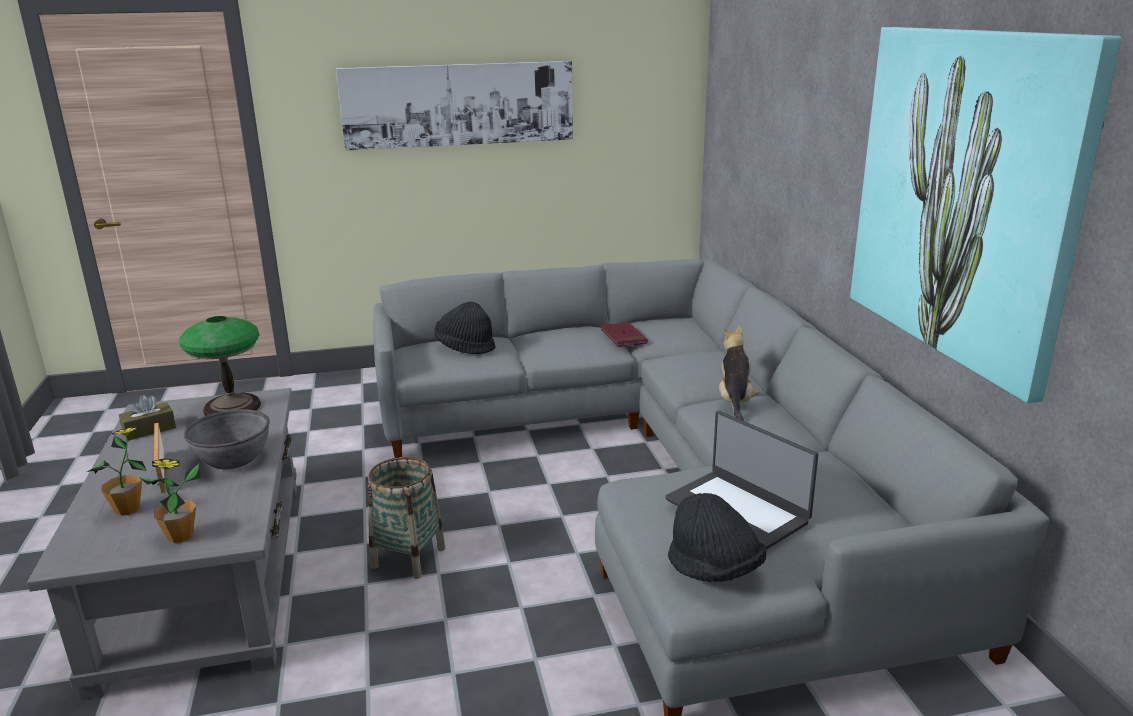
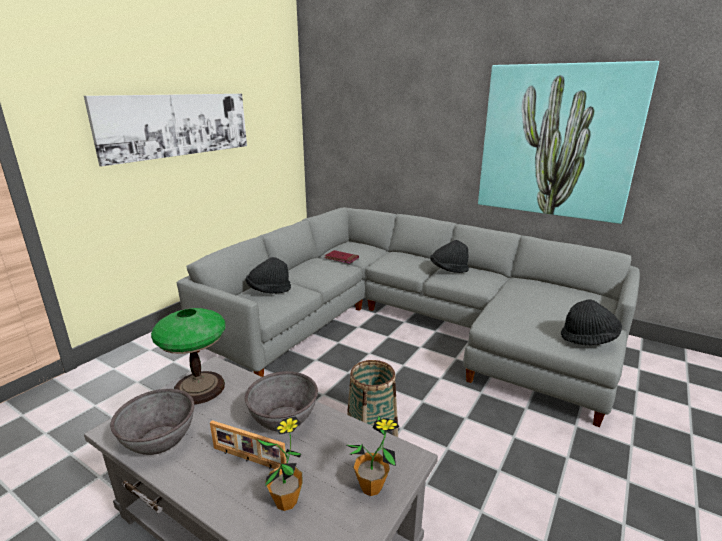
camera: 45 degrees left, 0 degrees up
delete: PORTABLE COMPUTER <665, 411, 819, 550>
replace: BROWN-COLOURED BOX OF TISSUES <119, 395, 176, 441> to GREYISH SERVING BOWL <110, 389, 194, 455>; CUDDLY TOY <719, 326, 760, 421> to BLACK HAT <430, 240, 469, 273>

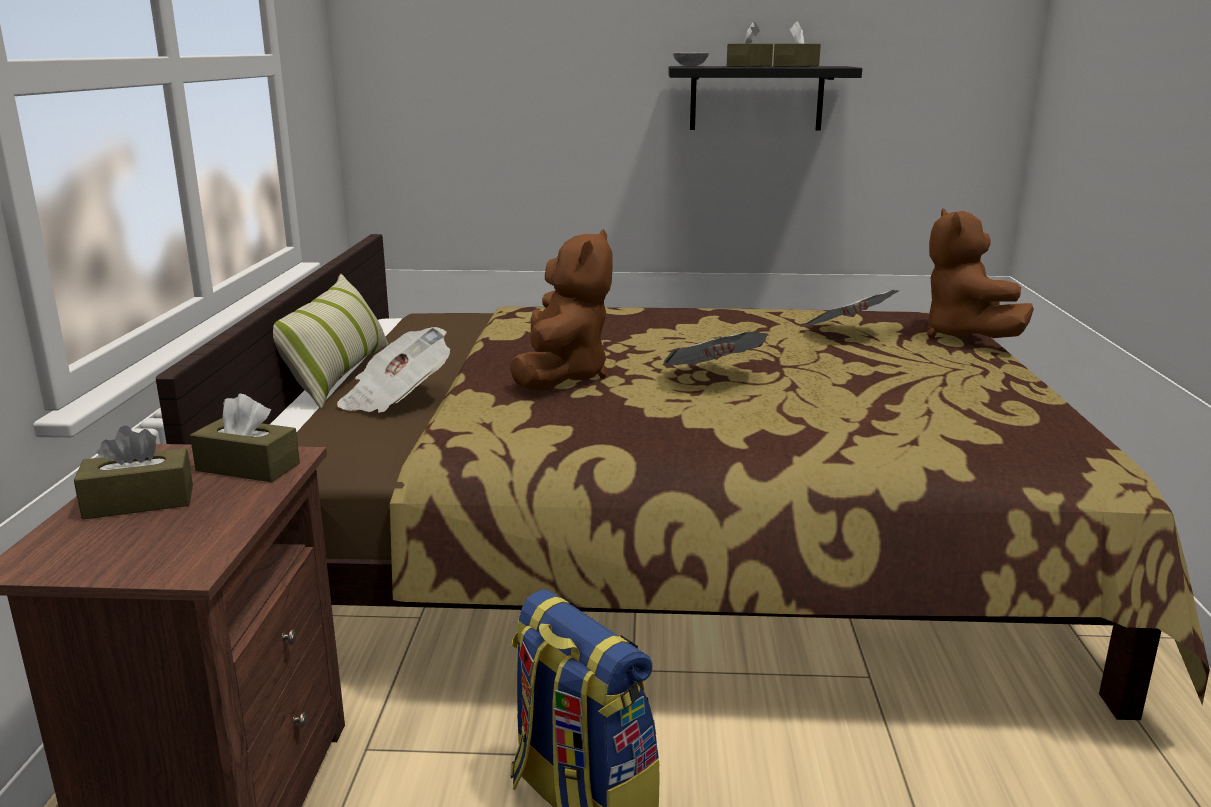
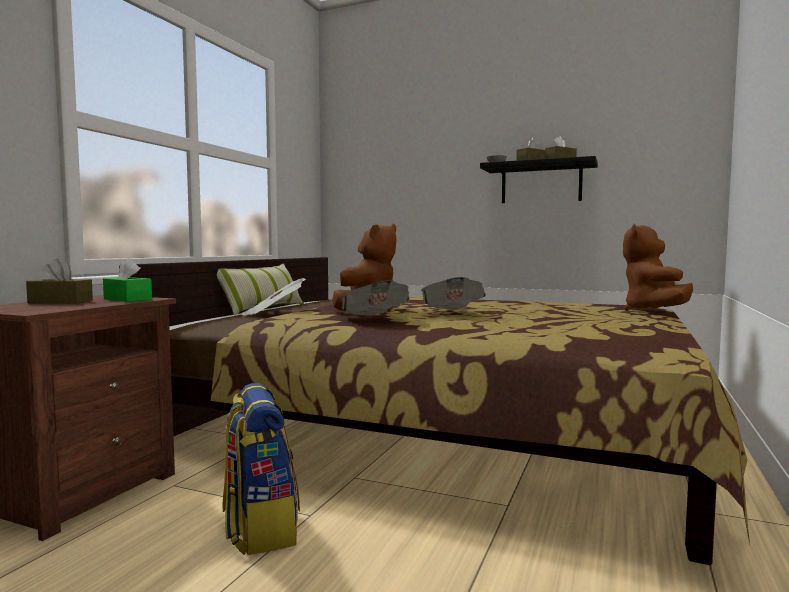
camera: 20 degrees right, 15 degrees down
move: DAILY PAPER <801, 289, 899, 327> to <342, 280, 409, 316>
recolor: BROWN-COLOURED BOX OF TISSUES <190, 394, 300, 482> to GREEN BOX OF TISSUES <103, 258, 152, 302>

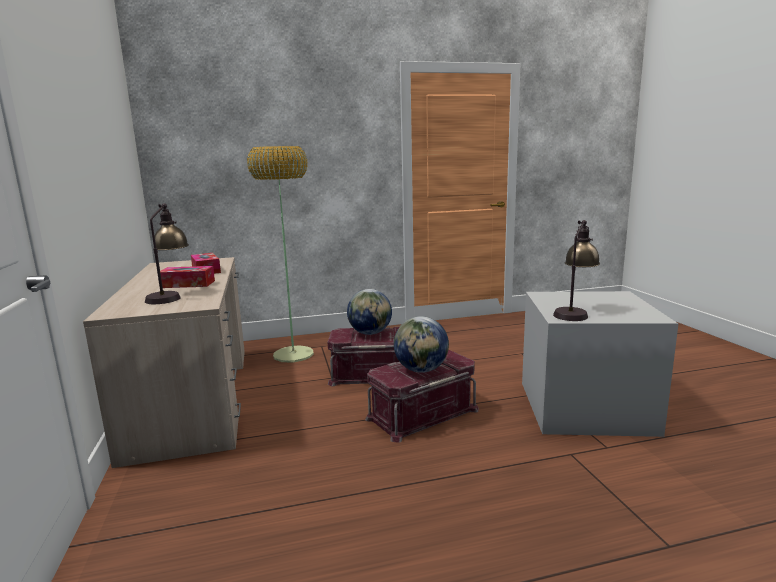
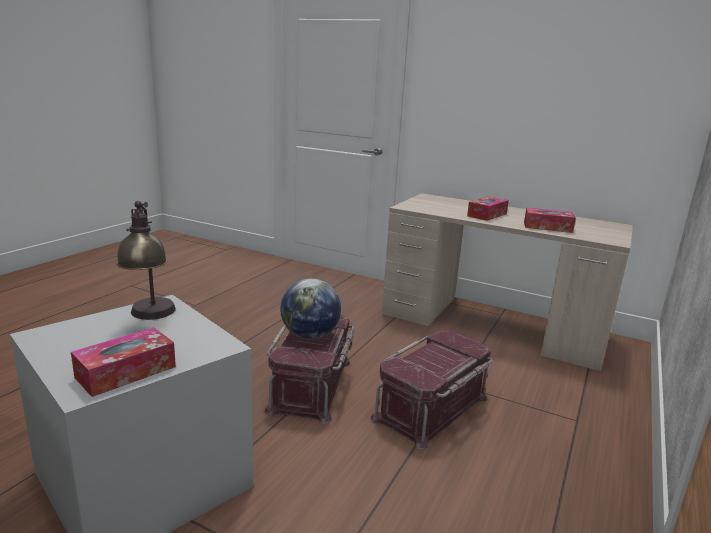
camera: 130 degrees right, 5 degrees up
delete: TABLETOP LAMP <145, 203, 189, 304>; STANDING LAMP <247, 146, 314, 362>; DESK GLOBE <347, 289, 392, 335>
insert: BOX OF TISSUES <71, 327, 176, 397>

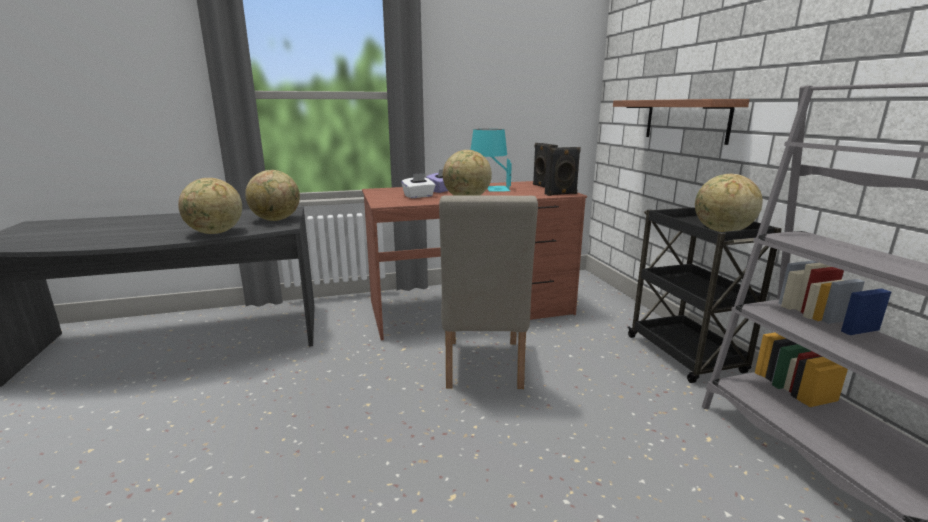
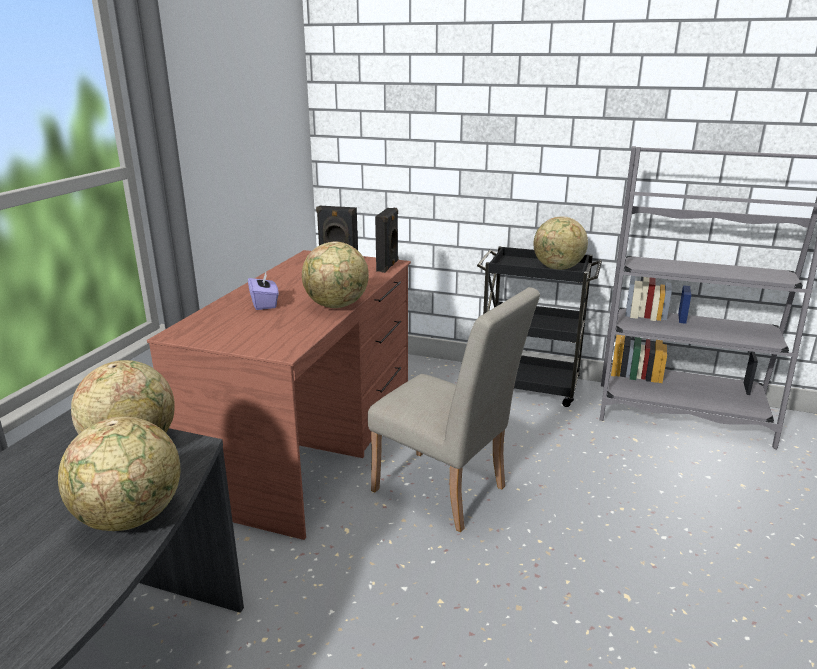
camera: 55 degrees left, 5 degrees up
delete: WHITISH BOX OF TISSUES <401, 173, 436, 198>; BLUE-GREEN TABLETOP LAMP <471, 129, 512, 192>; SHELF <613, 99, 750, 145>

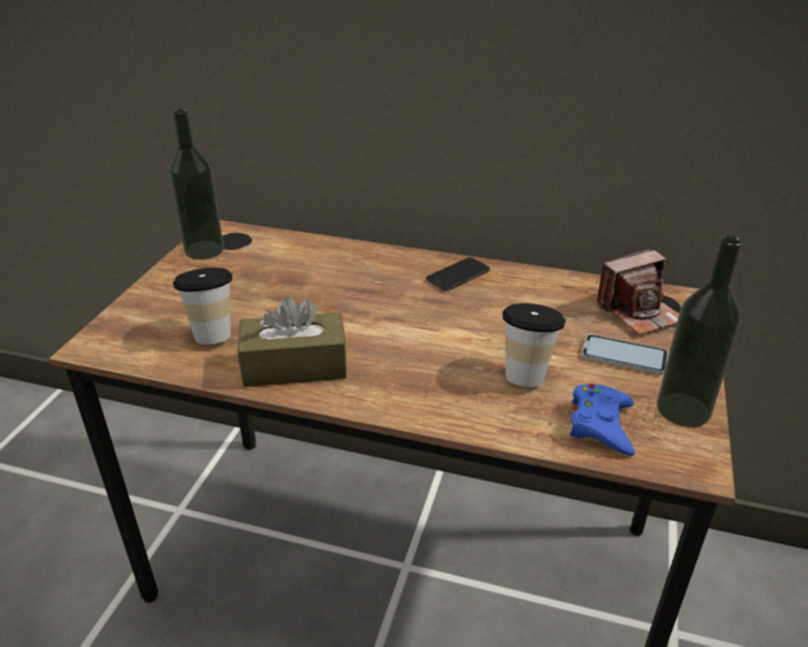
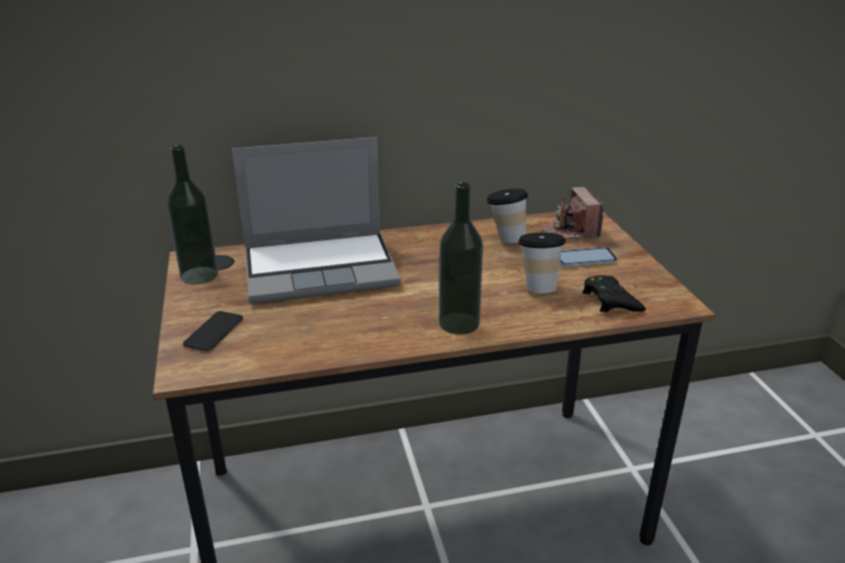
camera: 30 degrees left, 5 degrees down
delete: BROWN-COLOURED BOX OF TISSUES <237, 296, 347, 387>
insert: PORTABLE COMPUTER <232, 137, 401, 304>
move: CUP <173, 268, 232, 344> to <487, 189, 528, 244>; TELEPHONE <426, 257, 490, 291> to <183, 311, 243, 351>; DRINK BOTTLE <657, 236, 743, 427> to <439, 182, 483, 335>
recolor: BLUE JOYPAD <570, 384, 635, 456> to BLACK JOYPAD <583, 275, 646, 312>
rotate: STILL CAMERA <597, 248, 679, 335> = <538, 187, 604, 239> 135 degrees clockwise

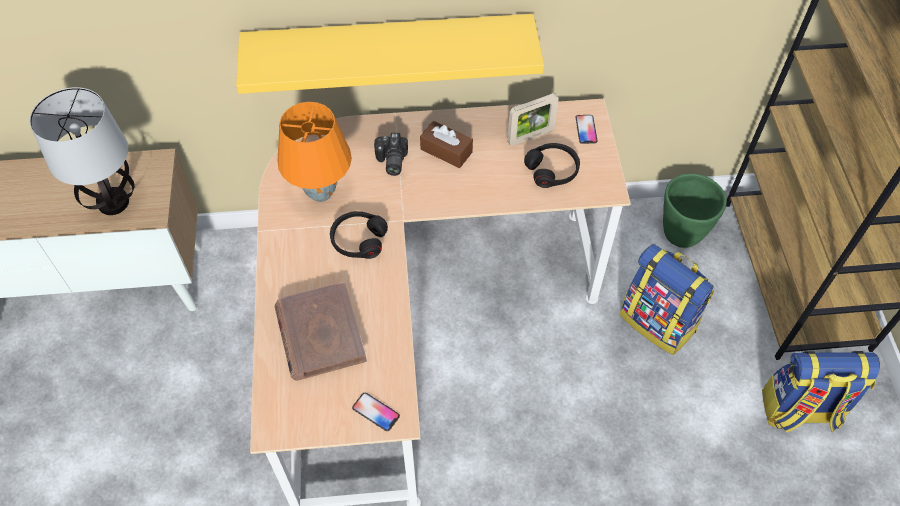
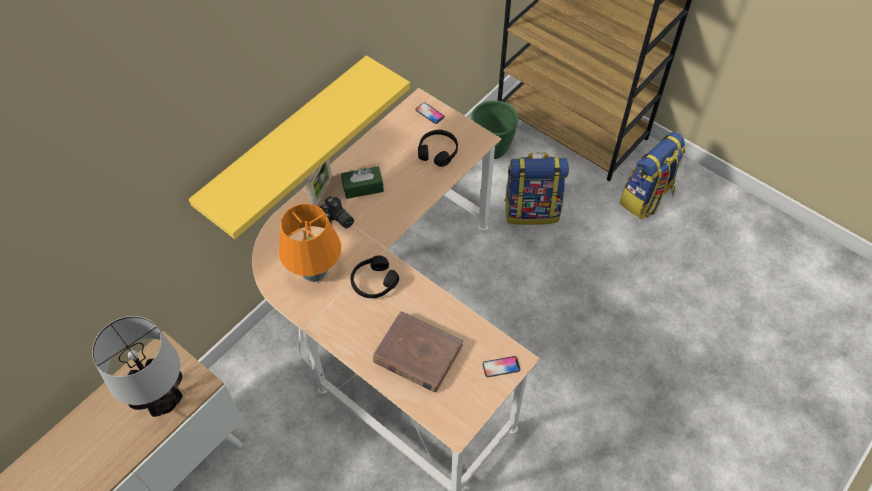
camera: 45 degrees left, 0 degrees up
move: PICTURE FRAME <507, 93, 559, 146> to <306, 159, 332, 206>
recolor: BROWN-COLOURED BOX OF TISSUES <420, 121, 473, 168> to GREEN BOX OF TISSUES <341, 166, 384, 199>

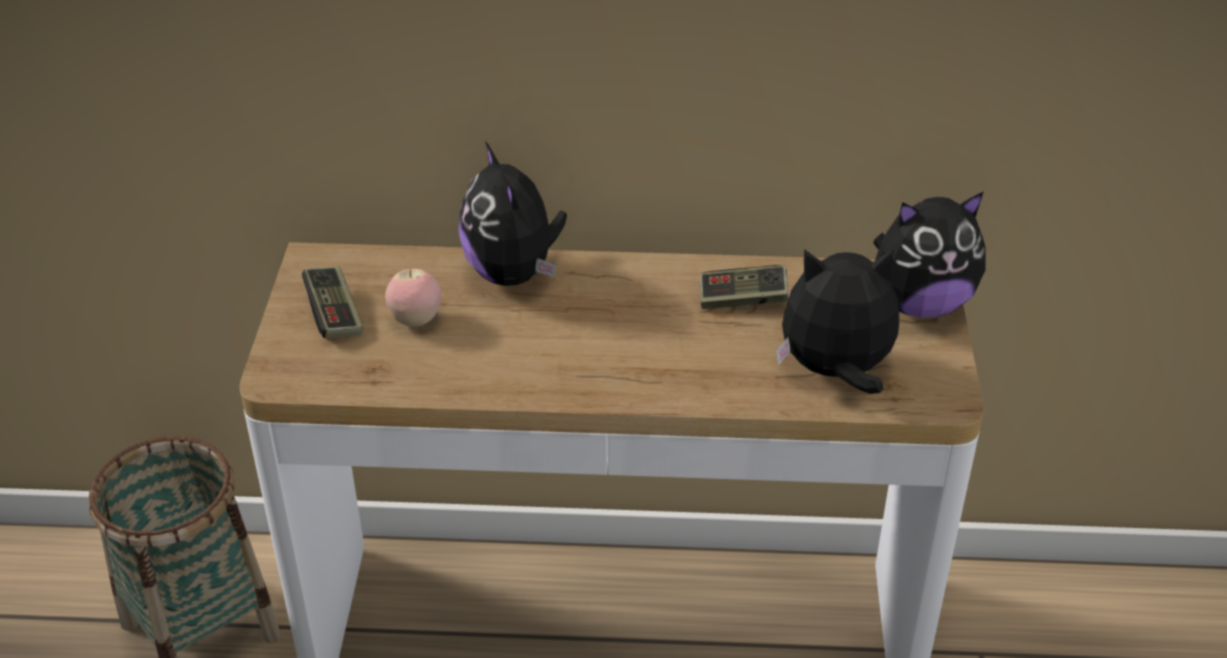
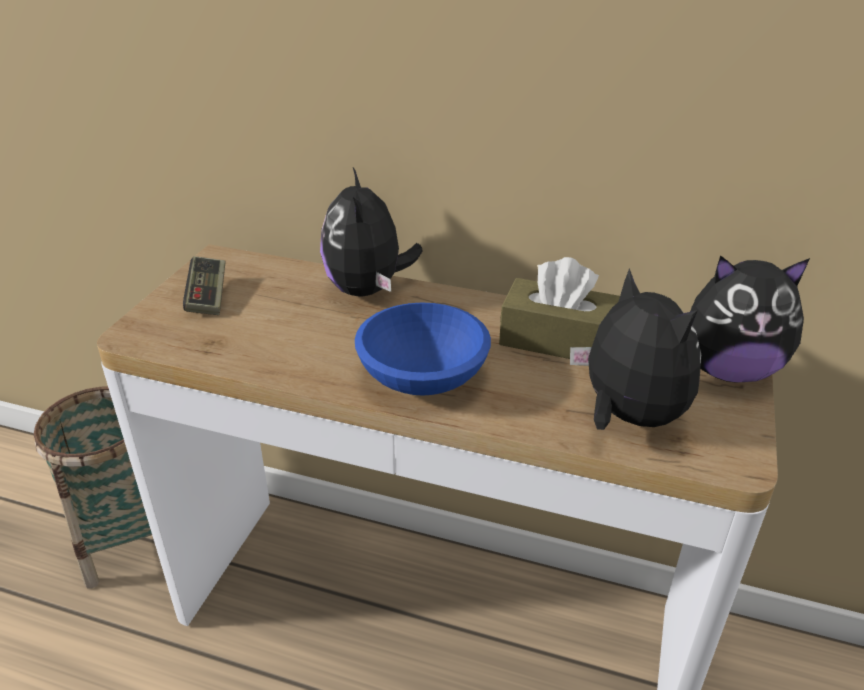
camera: 15 degrees right, 5 degrees down
delete: WHOLE APPLE <385, 268, 441, 327>
insert: BLUE SERVING BOWL <355, 303, 491, 396>
replace: JOYPAD <700, 265, 789, 309> to BROWN-COLOURED BOX OF TISSUES <499, 257, 620, 359>
rotate: CUDDLY TOY <776, 248, 899, 394> = <570, 268, 701, 430> 45 degrees clockwise

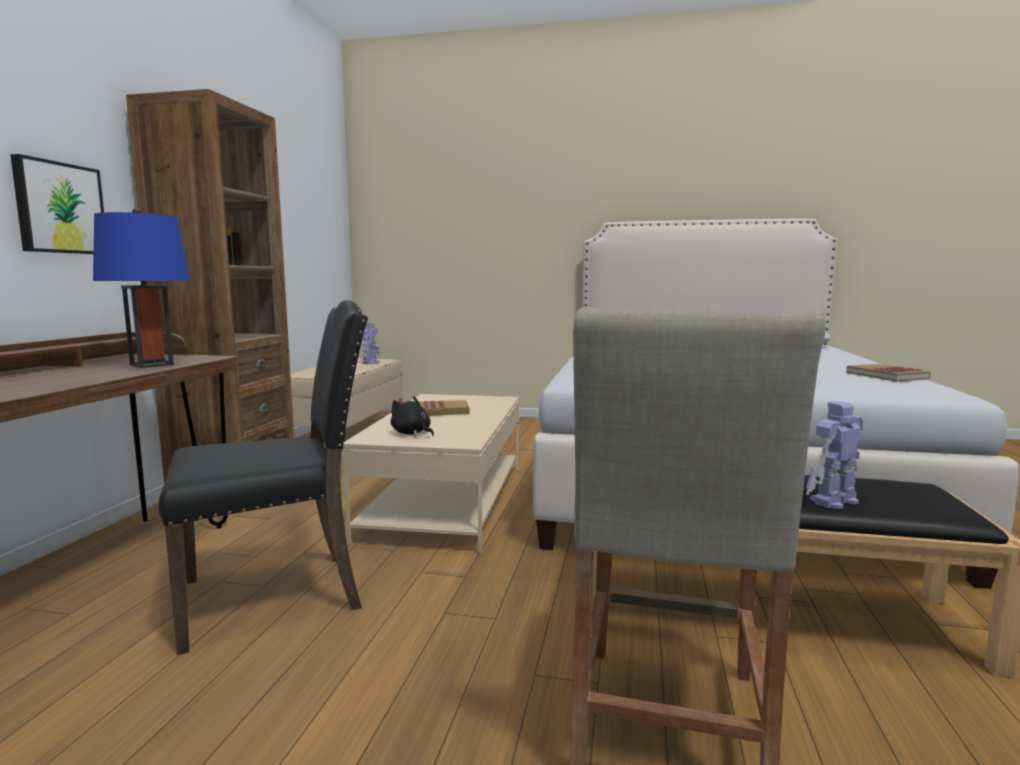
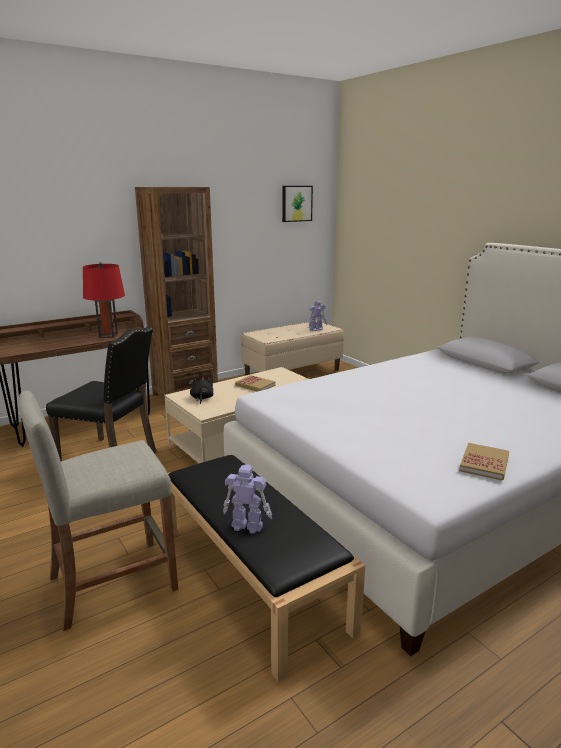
camera: 45 degrees right, 10 degrees up
move: WALL ART <10, 154, 104, 254> to <282, 186, 313, 222>
recolor: BLUE TABLETOP LAMP <93, 208, 191, 368> to REDDISH TABLETOP LAMP <83, 262, 125, 338>

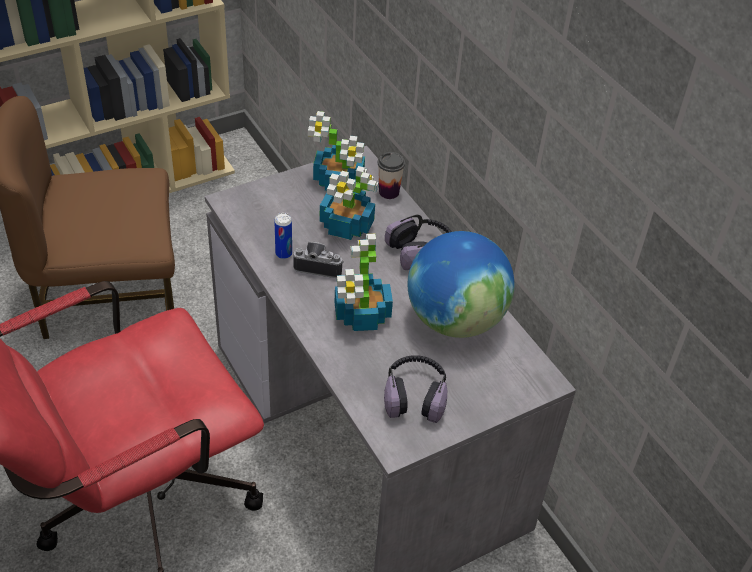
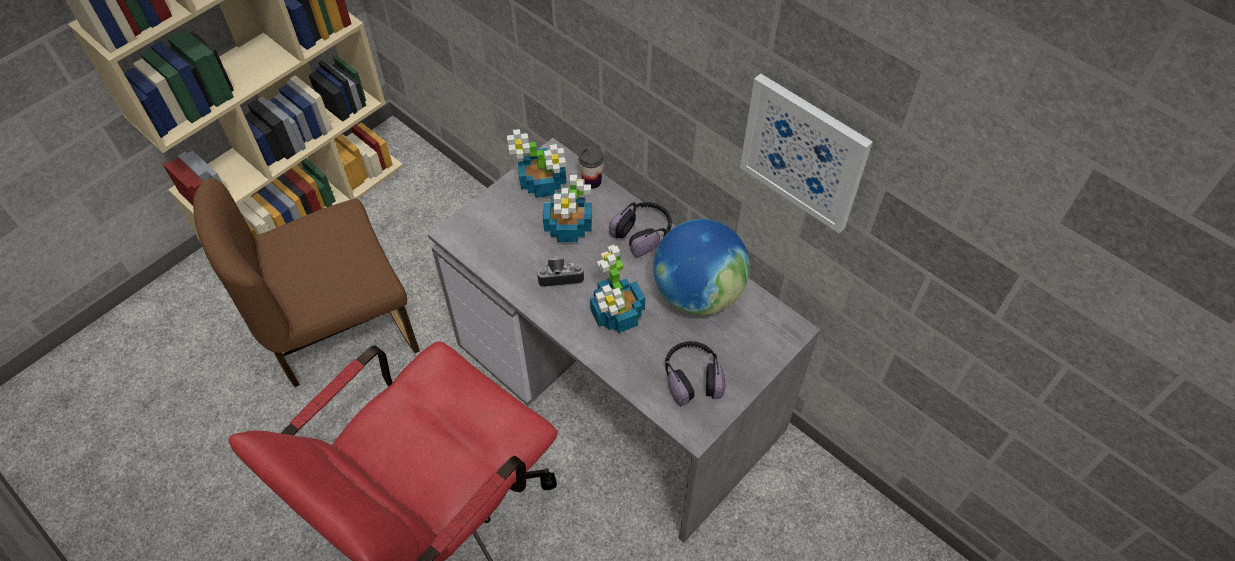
camera: 15 degrees left, 10 degrees up
delete: CAN <274, 213, 292, 259>
insert: WALL ART <740, 73, 873, 234>

